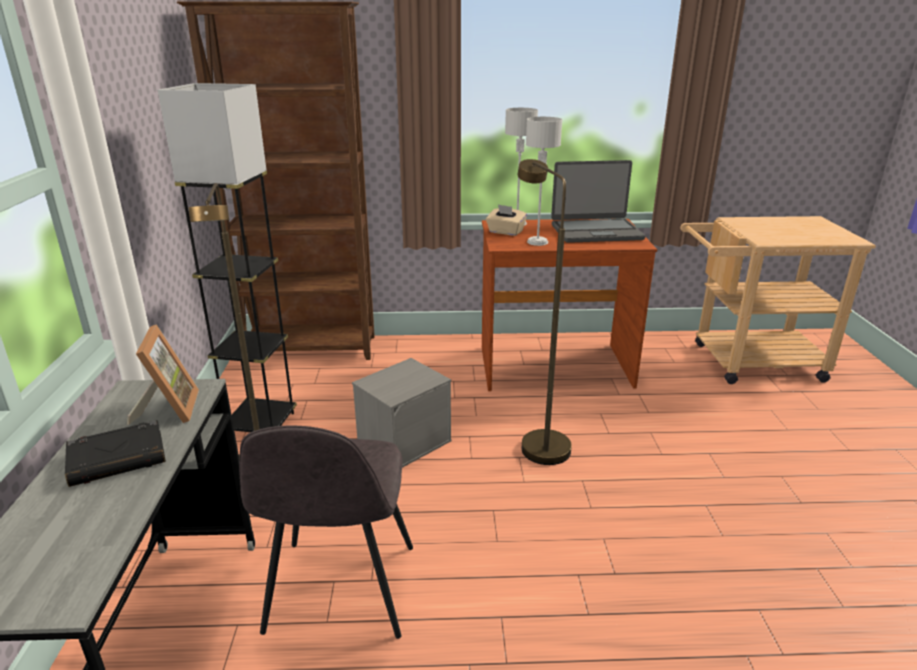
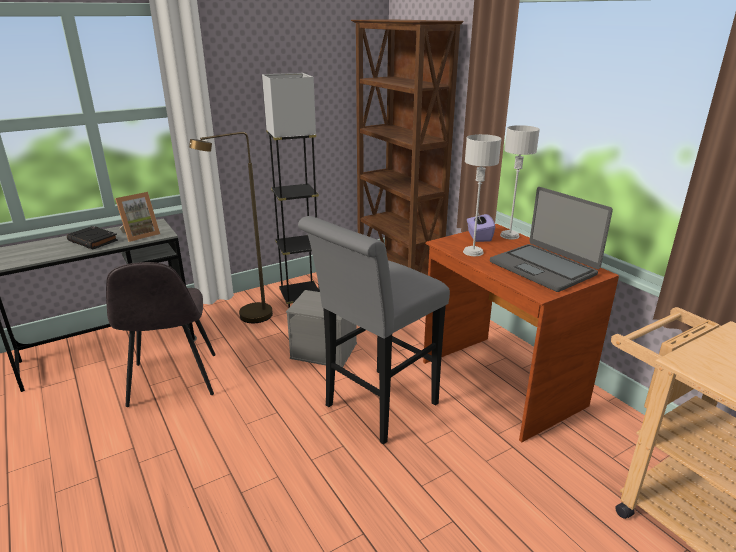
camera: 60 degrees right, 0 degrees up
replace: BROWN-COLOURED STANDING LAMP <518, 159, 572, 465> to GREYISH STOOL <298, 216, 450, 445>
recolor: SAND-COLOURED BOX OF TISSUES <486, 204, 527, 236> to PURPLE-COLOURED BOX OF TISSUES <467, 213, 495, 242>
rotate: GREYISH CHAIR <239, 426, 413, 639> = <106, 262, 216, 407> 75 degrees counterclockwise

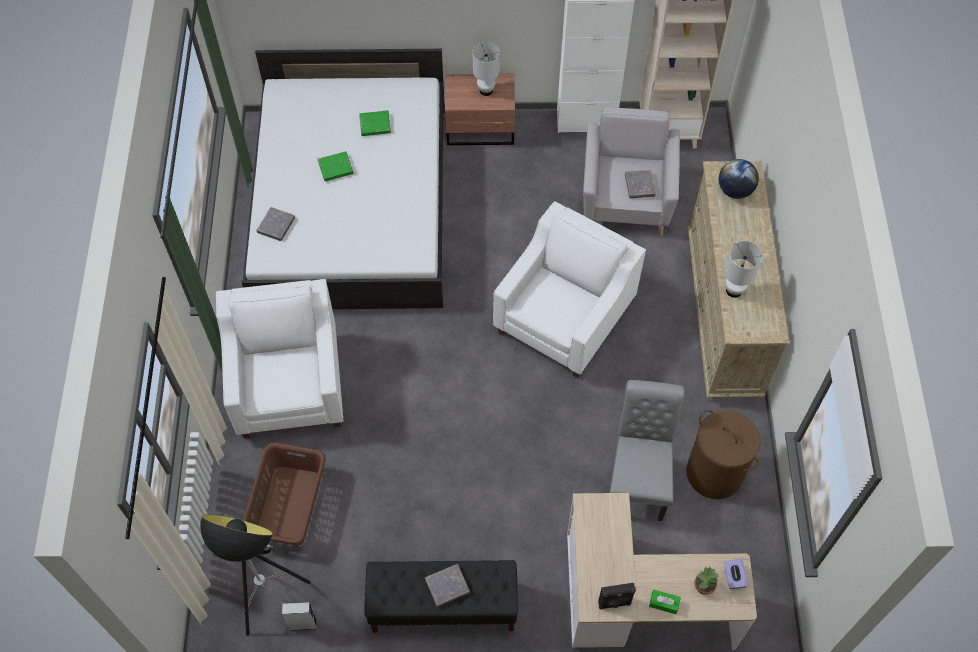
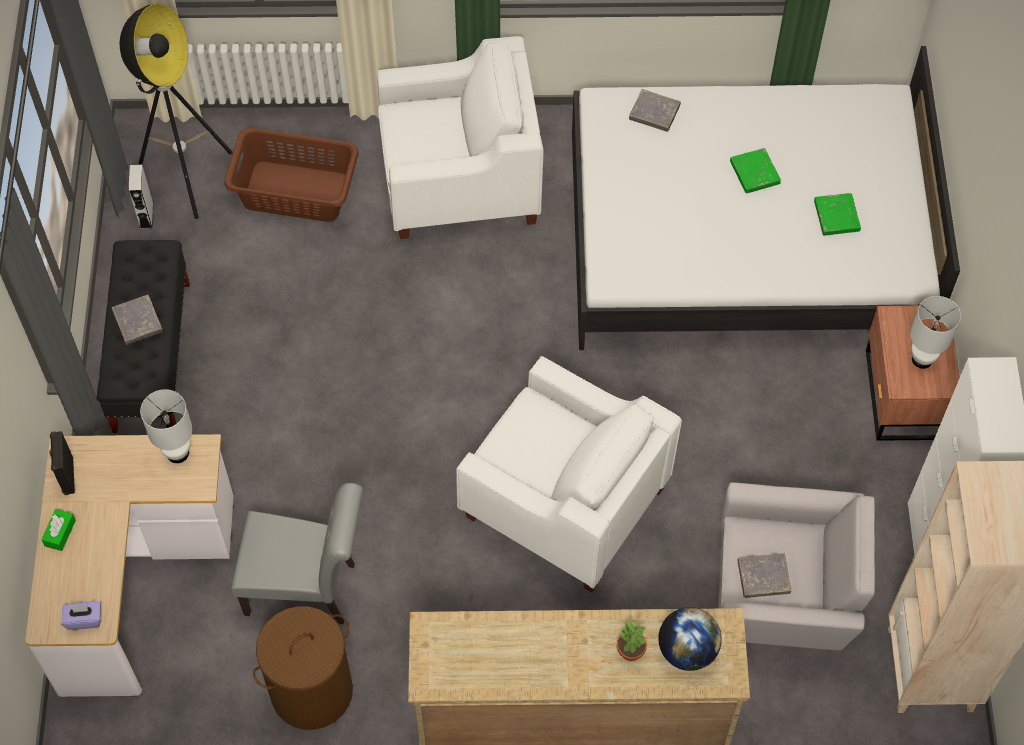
camera: 90 degrees right, 0 degrees up
move: PLANT IN A POT <694, 567, 719, 595> to <617, 621, 648, 661>; WHITISH TABLETOP LAMP <724, 241, 763, 298> to <140, 389, 192, 463>

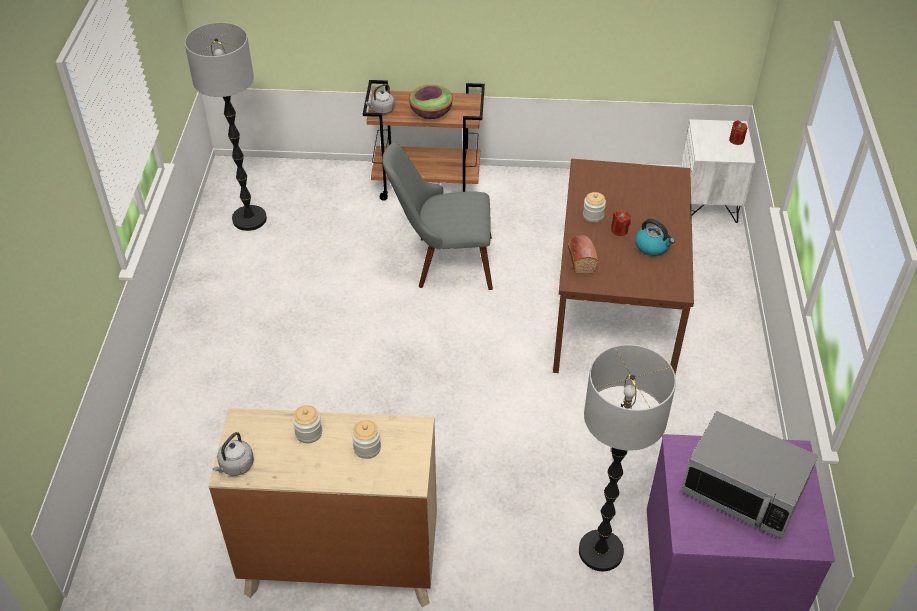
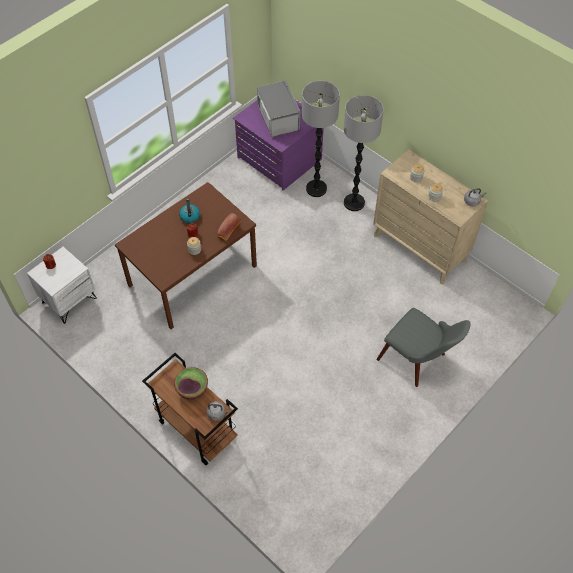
camera: 140 degrees left, 10 degrees up
move: STANDING LAMP <184, 22, 267, 231> to <344, 95, 384, 211>; GREYISH CHAIR <382, 142, 493, 290> to <377, 308, 471, 387>

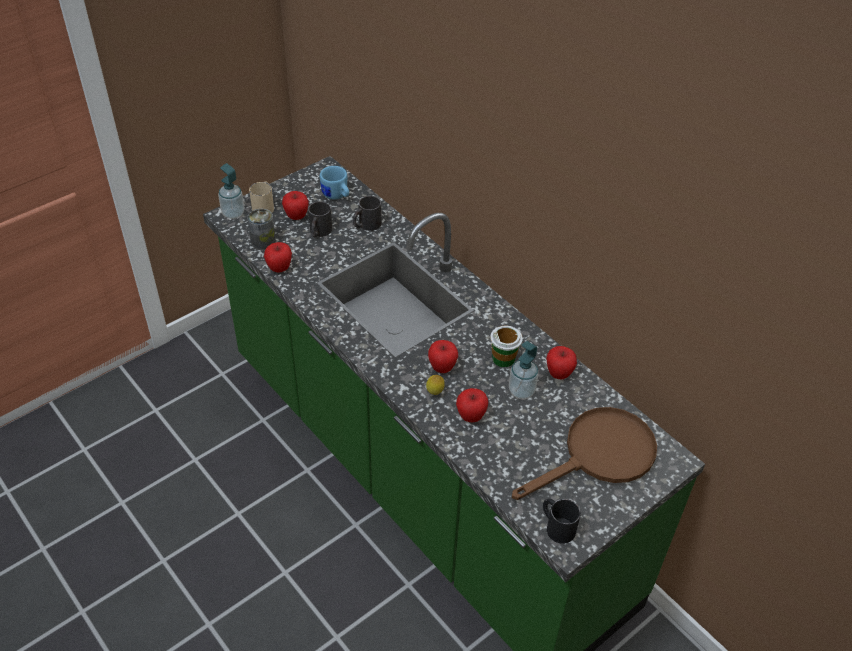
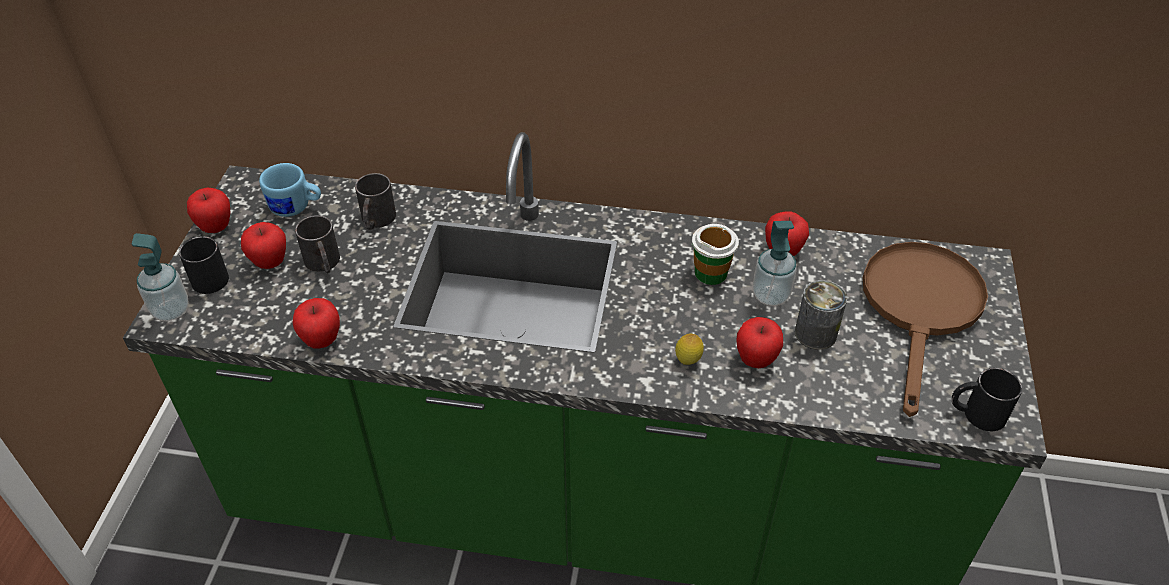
camera: 40 degrees left, 0 degrees up
move: CAN <247, 209, 276, 250> to <795, 280, 847, 350>; WHOLE APPLE <428, 340, 458, 373> to <187, 188, 231, 233>
recolor: SAND-COLOURED COFFEE MUG <249, 181, 274, 213> to BLACK COFFEE MUG <179, 236, 229, 294>

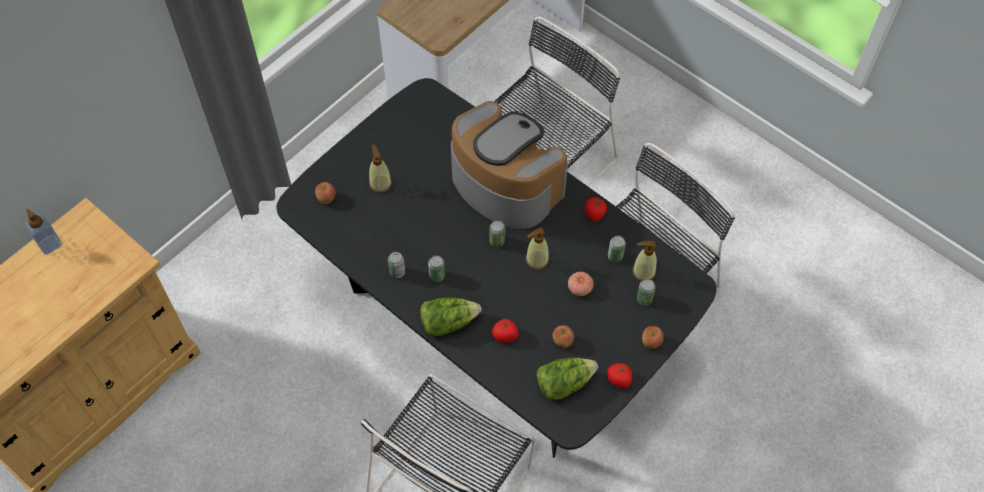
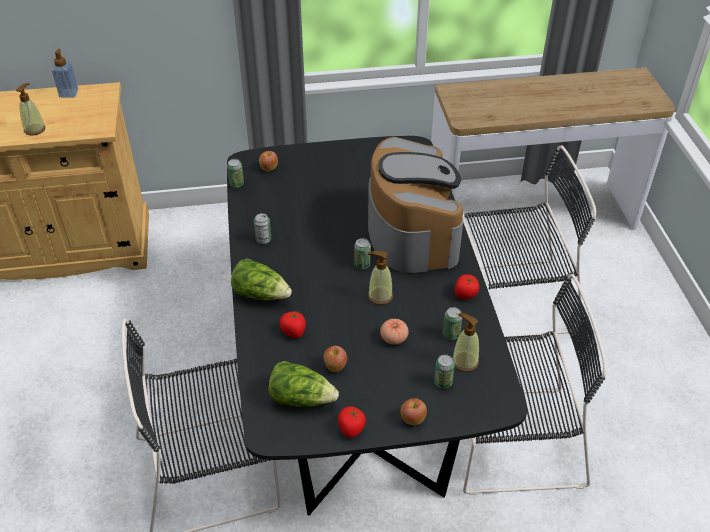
camera: 40 degrees right, 15 degrees down
move: SOAP DISPENSER <369, 144, 392, 193> to <16, 83, 45, 135>; CAN <428, 255, 445, 282> to <227, 159, 244, 188>

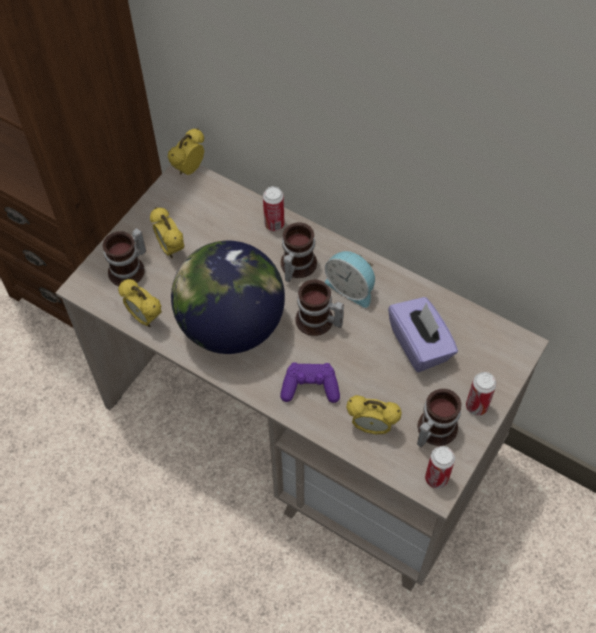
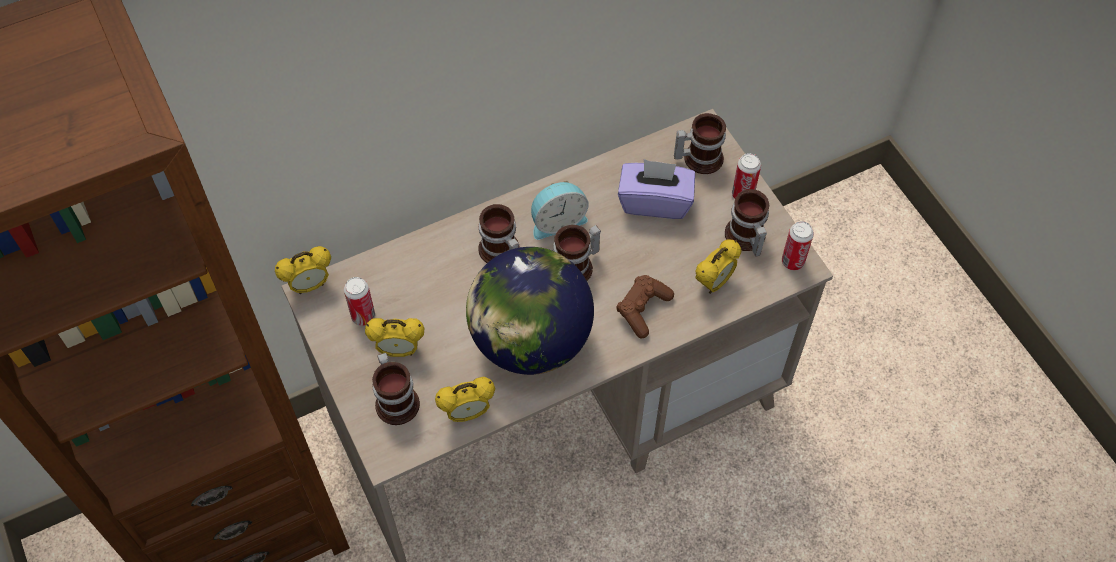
camera: 60 degrees left, 0 degrees up
insert: COFFEE MUG <674, 113, 726, 174>
move: CAN <263, 186, 285, 231> to <344, 277, 375, 326>
recolor: PURPLE-COLOURED JOYPAD <280, 362, 340, 403> to BROWN-COLOURED JOYPAD <616, 275, 674, 338>
rotate: TABLE CLOCK <168, 128, 204, 175> = <275, 246, 331, 294> 90 degrees counterclockwise

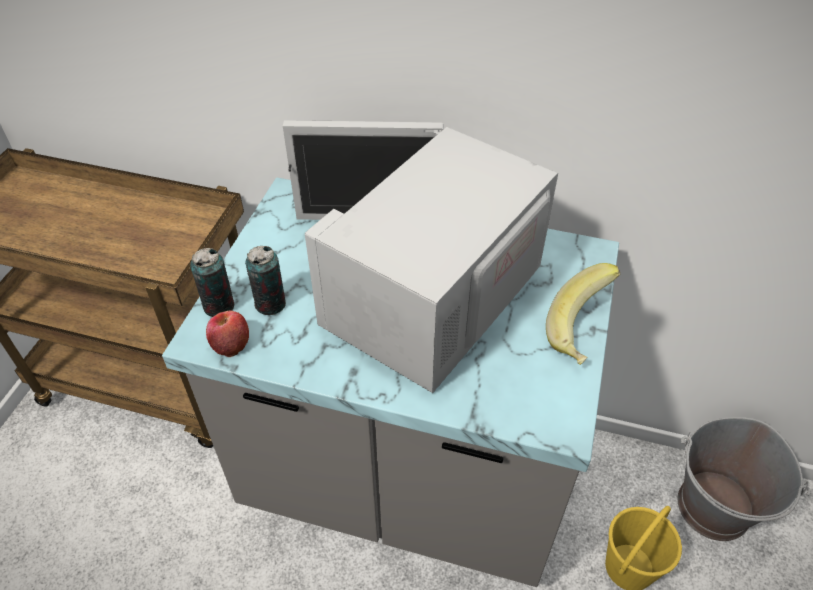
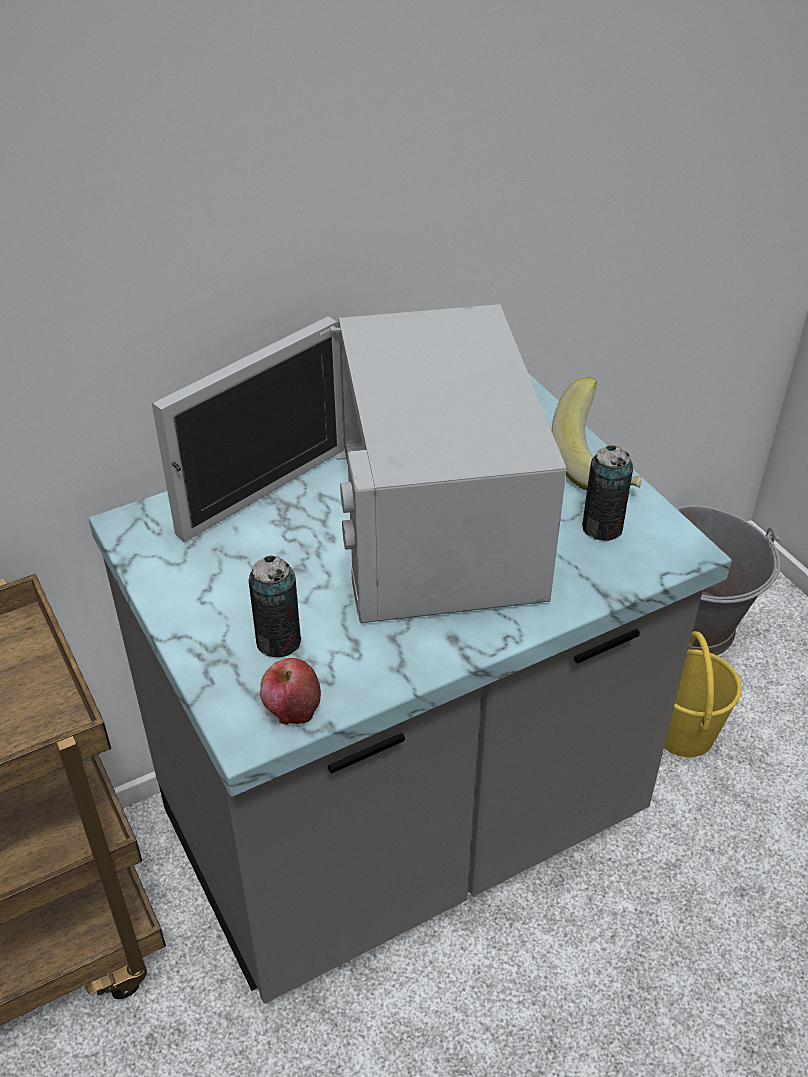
camera: 45 degrees left, 5 degrees down
move: CAN <190, 248, 234, 317> to <582, 445, 633, 541>

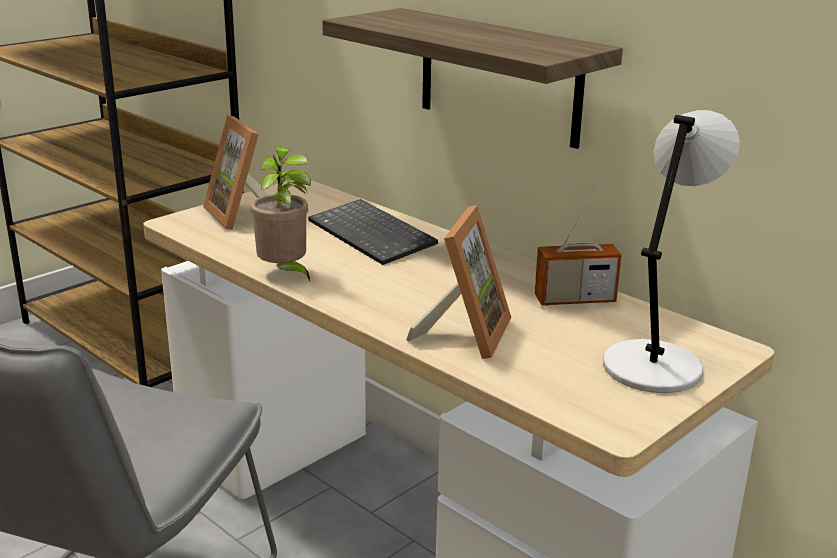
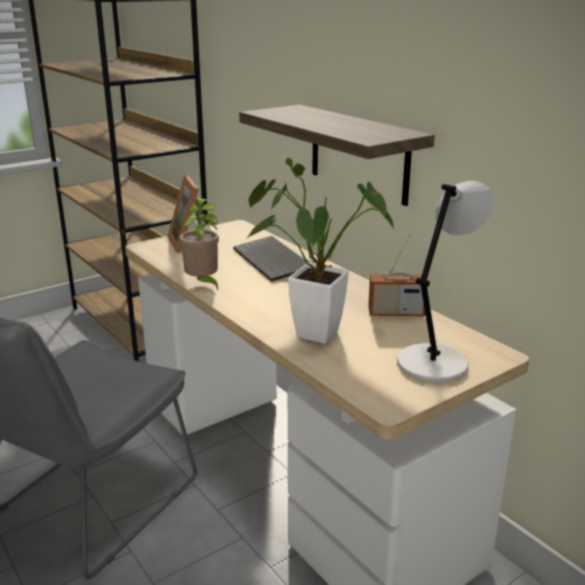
camera: 10 degrees right, 0 degrees up
replace: PICTURE FRAME <406, 205, 512, 359> to PLANT IN A POT <246, 158, 395, 344>

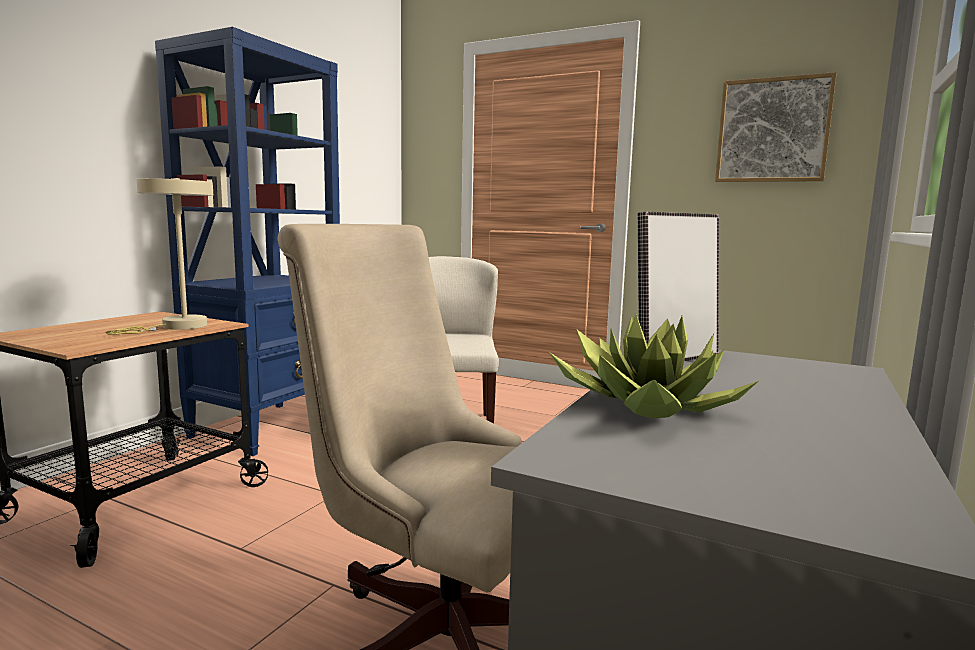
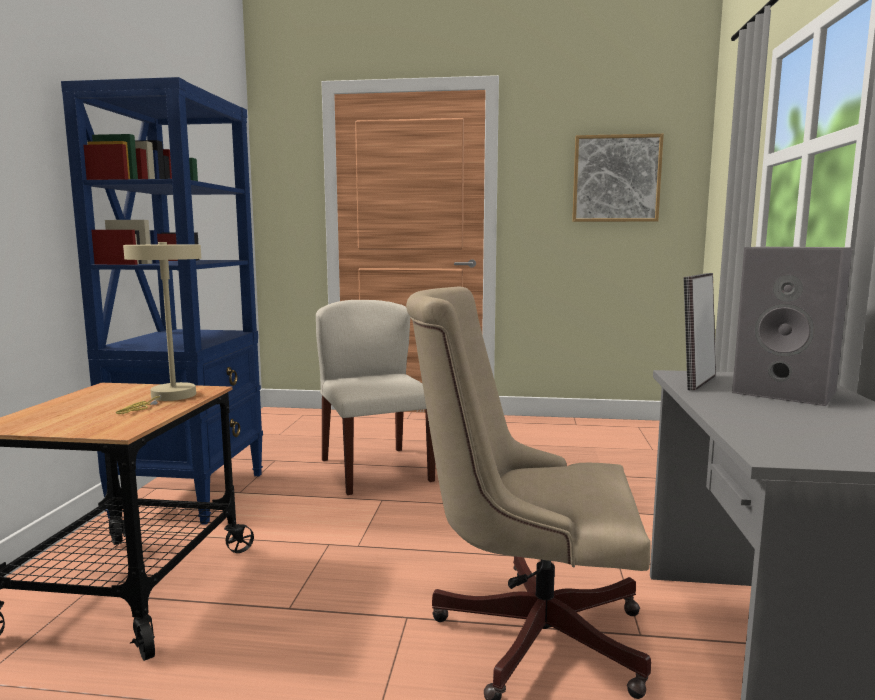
camera: 20 degrees left, 0 degrees up
delete: PLANT IN A POT <549, 314, 758, 419>
insert: GREYISH LOUDSPEAKER <732, 247, 853, 406>

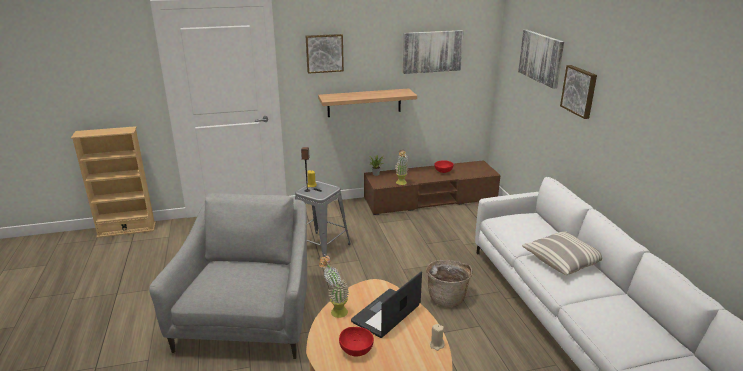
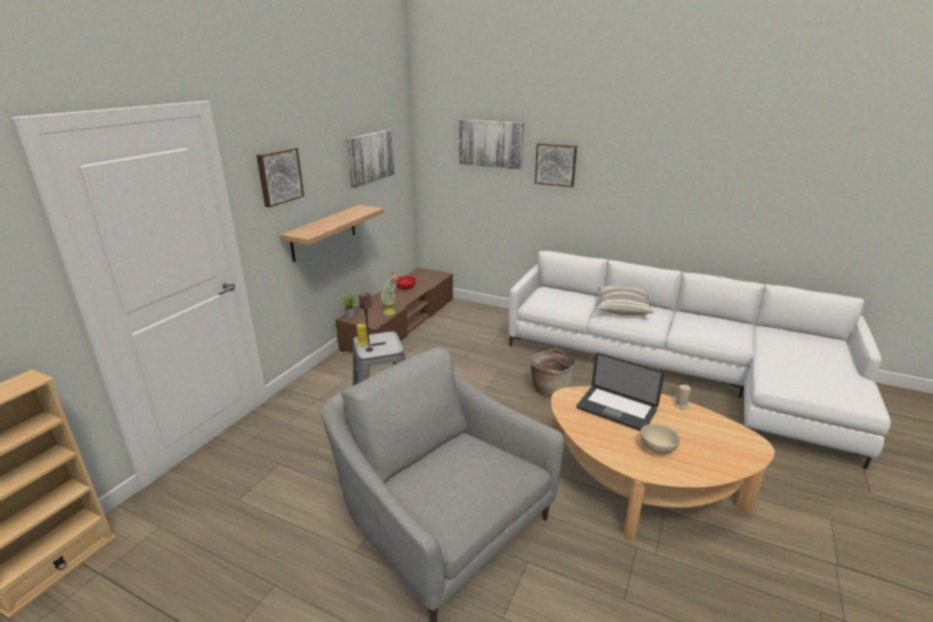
camera: 50 degrees left, 0 degrees up
delete: PLANT IN A POT <319, 256, 349, 318>
recolor: REDDISH SERVING BOWL <339, 327, 374, 356> to SAND-COLOURED SERVING BOWL <640, 424, 680, 454>
rotate: PORTABLE COMPUTER <351, 271, 422, 338> = <576, 352, 664, 431> 45 degrees counterclockwise

